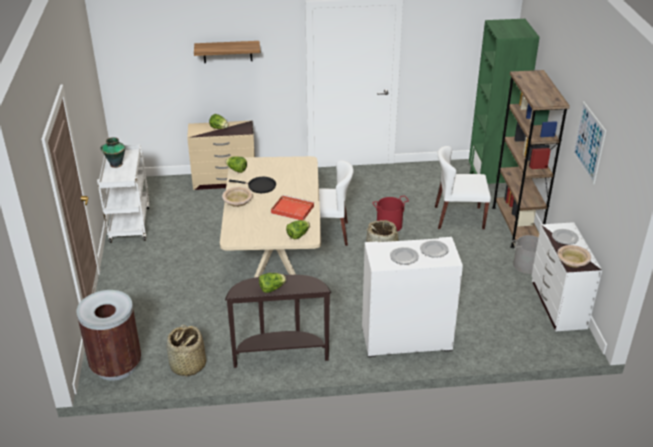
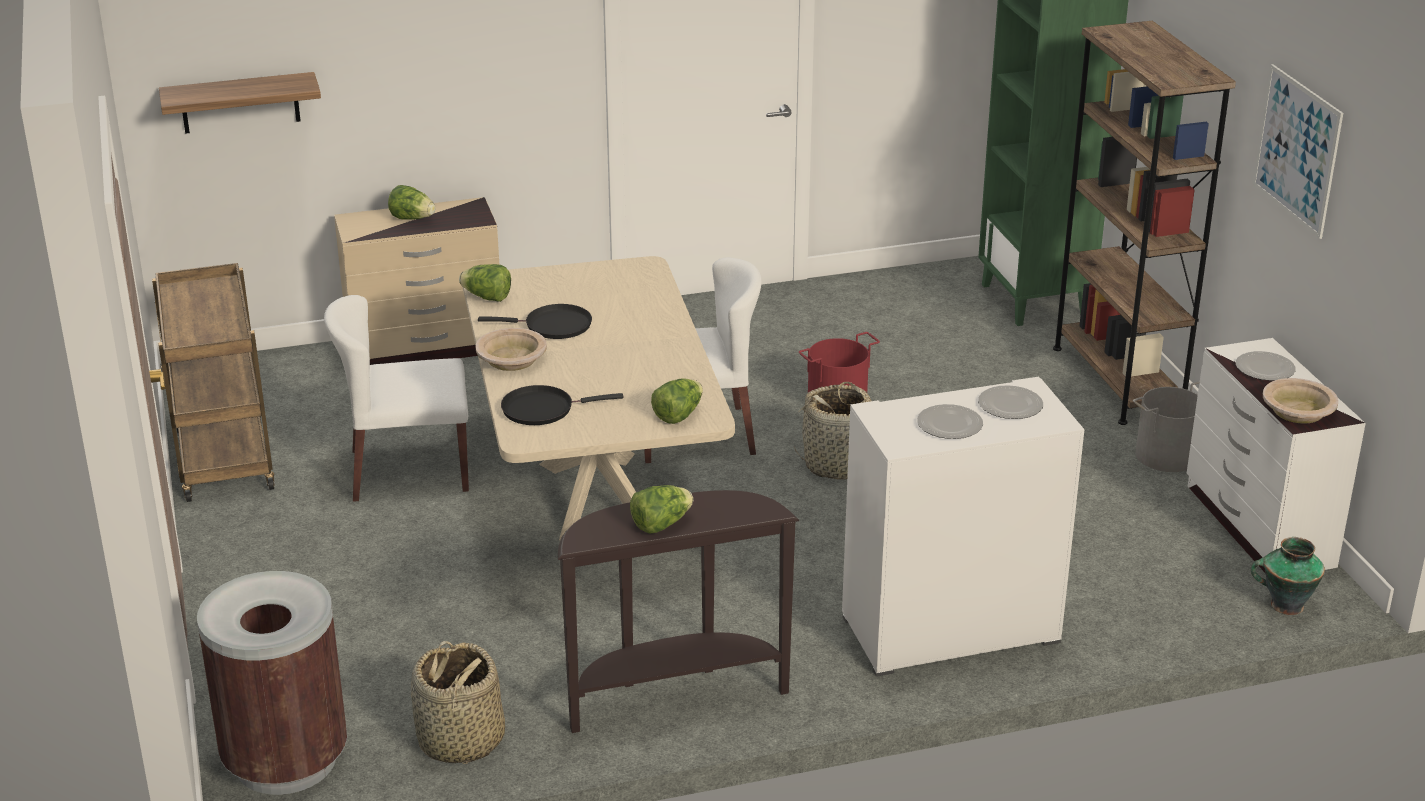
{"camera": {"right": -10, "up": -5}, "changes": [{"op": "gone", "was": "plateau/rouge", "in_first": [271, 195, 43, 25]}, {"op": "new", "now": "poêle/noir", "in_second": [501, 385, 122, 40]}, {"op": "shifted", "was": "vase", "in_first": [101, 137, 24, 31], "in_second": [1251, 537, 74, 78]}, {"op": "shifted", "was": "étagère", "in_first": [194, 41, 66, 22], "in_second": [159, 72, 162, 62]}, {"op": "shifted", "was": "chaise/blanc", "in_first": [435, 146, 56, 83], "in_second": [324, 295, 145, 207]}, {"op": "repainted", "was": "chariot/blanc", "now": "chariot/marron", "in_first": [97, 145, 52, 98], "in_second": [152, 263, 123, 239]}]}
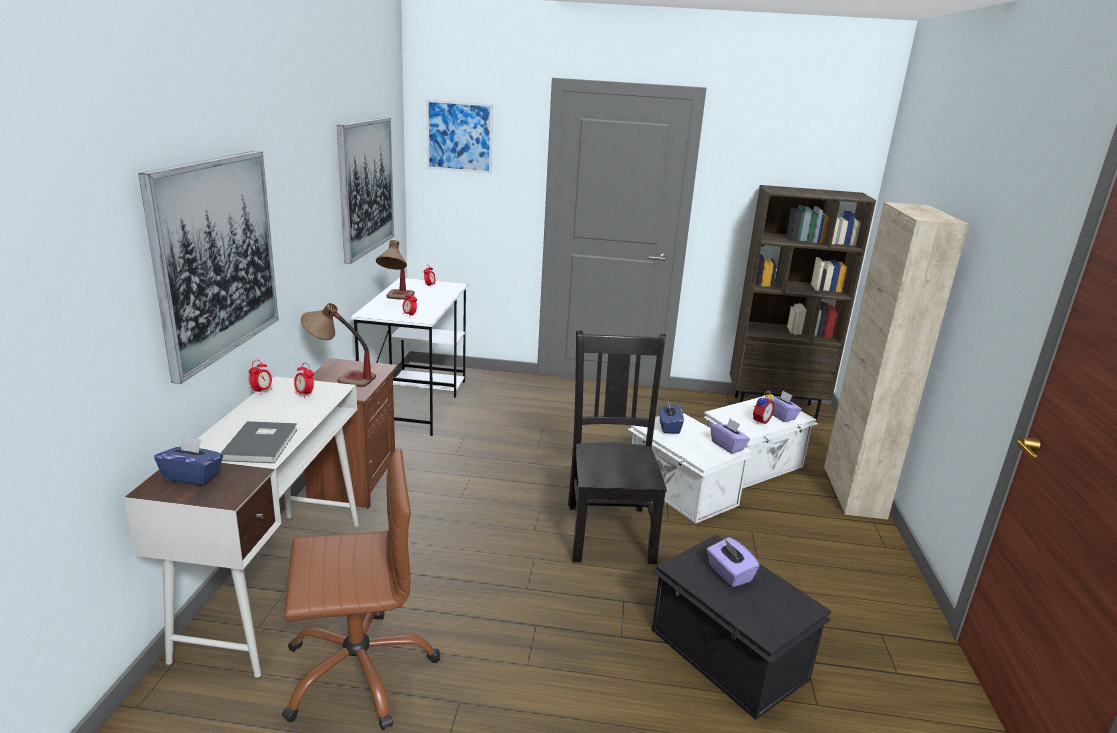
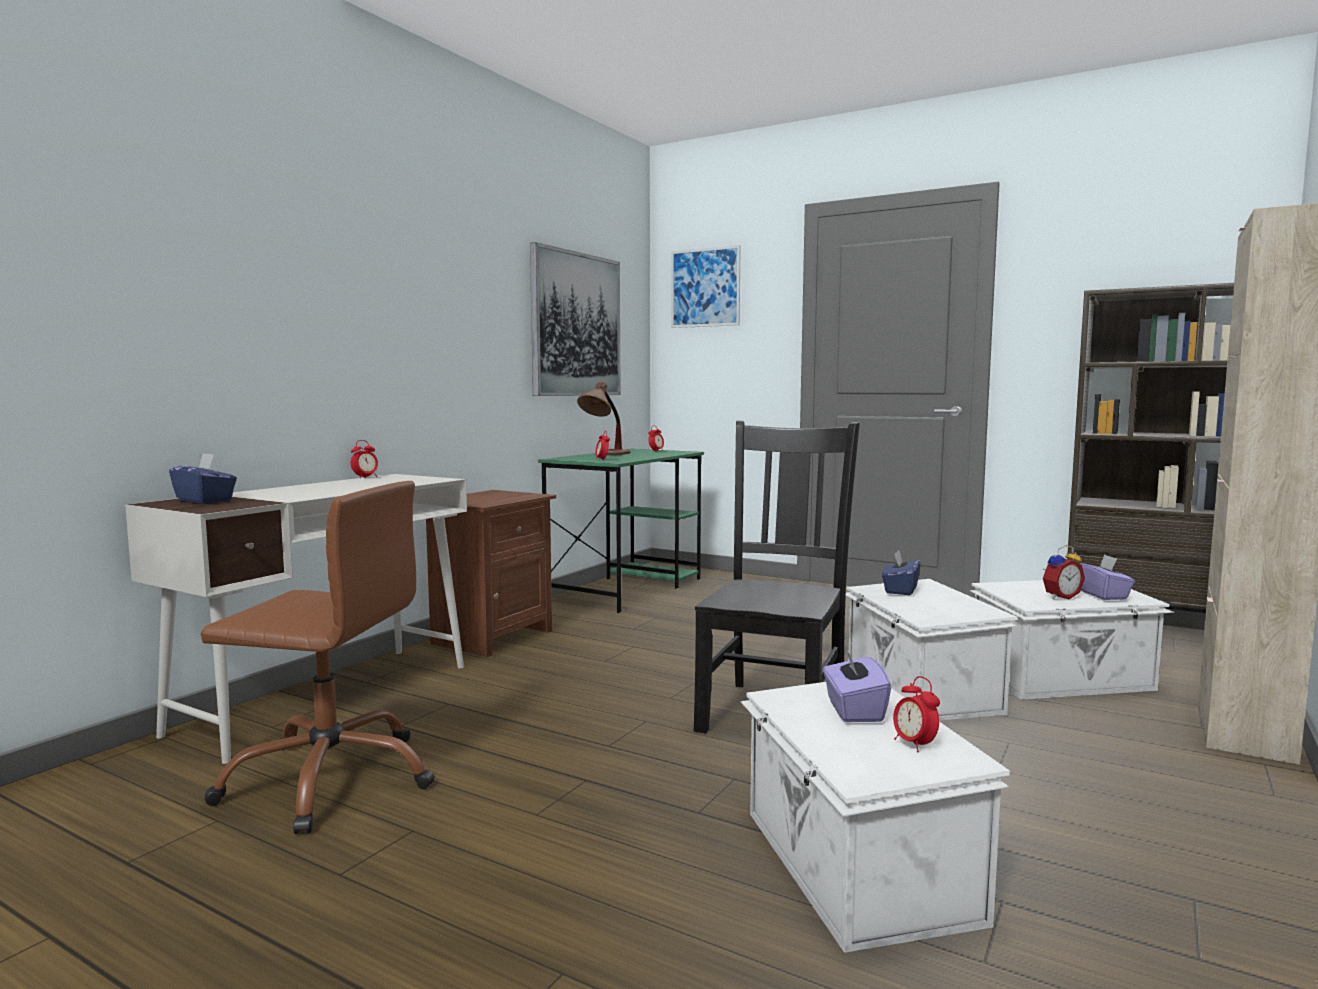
{"camera": {"right": 25, "up": -15}, "changes": [{"op": "gone", "was": "tableau", "in_first": [138, 151, 141, 233]}, {"op": "gone", "was": "livre/gris", "in_first": [221, 421, 76, 42]}, {"op": "gone", "was": "lampe de table", "in_first": [301, 303, 75, 84]}, {"op": "gone", "was": "boîte à mouchoirs/violet", "in_first": [711, 418, 39, 35]}, {"op": "shifted", "was": "réveil", "in_first": [294, 363, 20, 35], "in_second": [893, 676, 47, 76]}, {"op": "repainted", "was": "bureau/blanc", "now": "bureau/vert", "in_first": [351, 278, 117, 158], "in_second": [538, 449, 166, 164]}, {"op": "repainted", "was": "boîte de rangement/noir", "now": "boîte de rangement/blanc", "in_first": [652, 535, 179, 185], "in_second": [741, 682, 269, 271]}]}
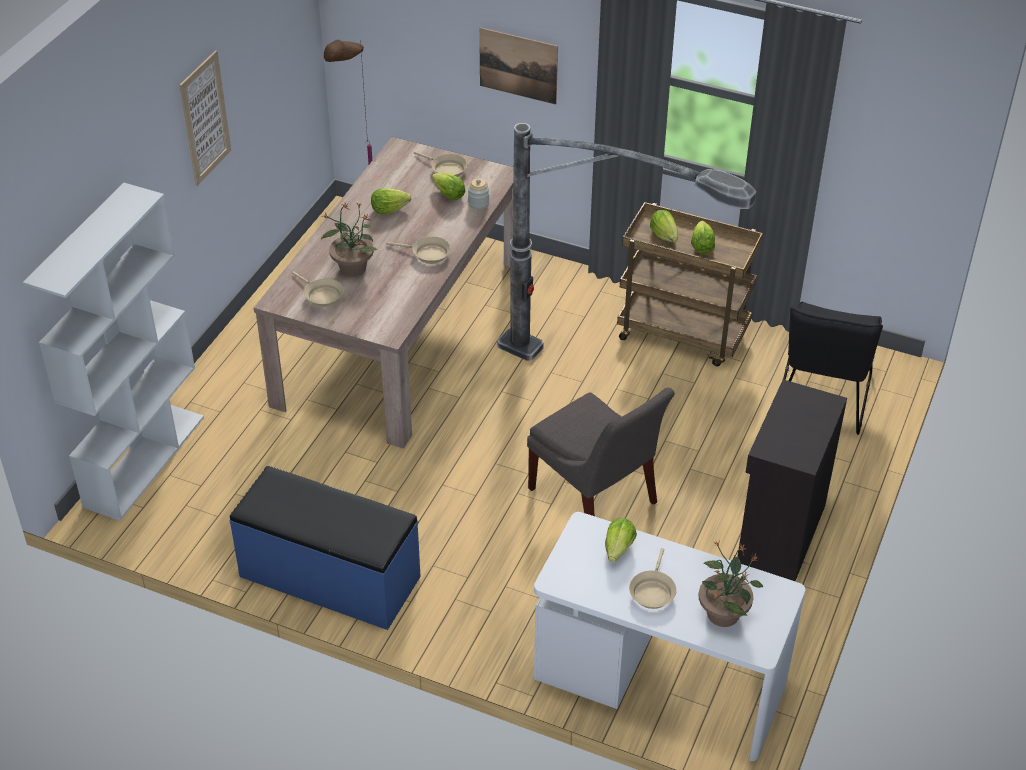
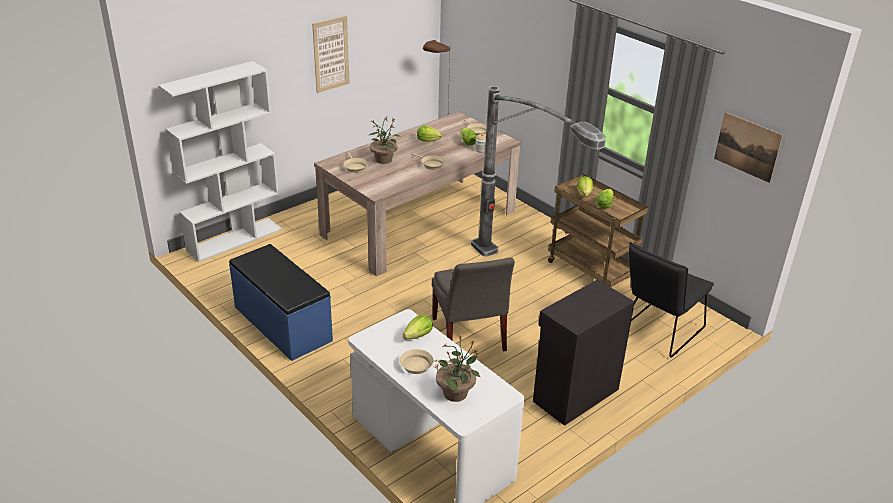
{"camera": {"right": 25, "up": -10}, "changes": [{"op": "shifted", "was": "tableau", "in_first": [479, 27, 79, 78], "in_second": [714, 112, 69, 71]}, {"op": "rotated", "was": "poêle/beige", "in_first": [629, 548, 48, 61], "in_second": [400, 349, 53, 25], "clockwise": 45}]}
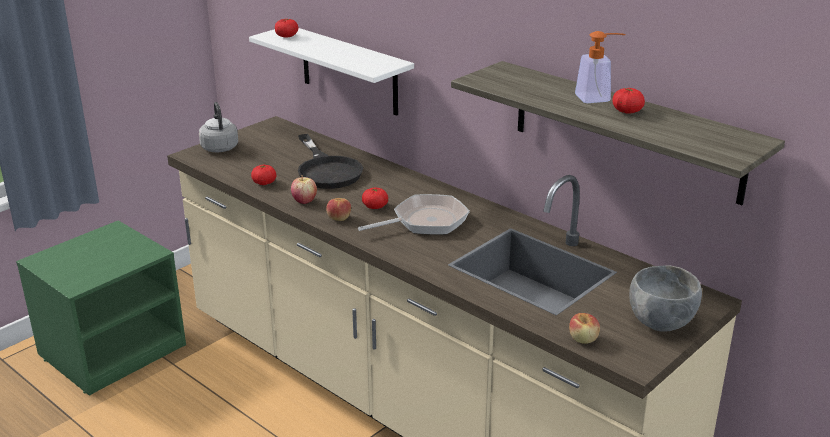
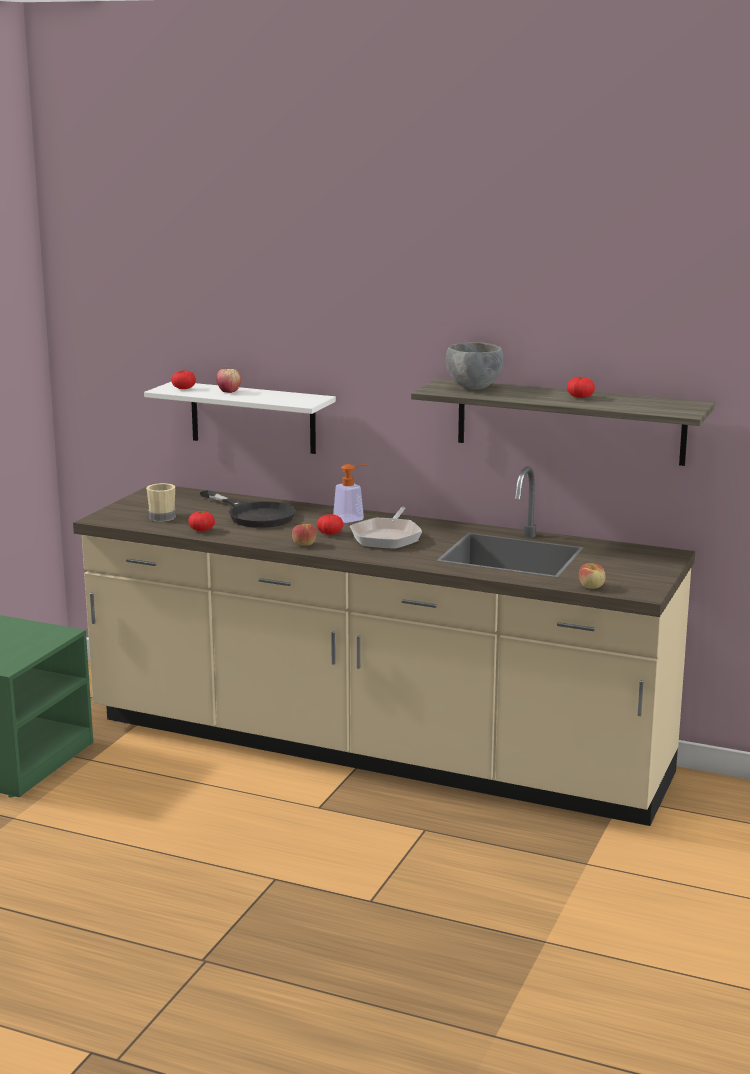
{"camera": {"right": -20, "up": -10}, "changes": [{"op": "gone", "was": "bouilloire/gris", "in_first": [199, 102, 39, 50]}, {"op": "new", "now": "mug/beige", "in_second": [146, 483, 30, 39]}, {"op": "shifted", "was": "pomme", "in_first": [291, 175, 26, 29], "in_second": [216, 366, 25, 27]}, {"op": "shifted", "was": "distributeur de savon", "in_first": [575, 31, 50, 72], "in_second": [333, 464, 35, 59]}, {"op": "shifted", "was": "bol/gris", "in_first": [629, 265, 73, 67], "in_second": [446, 342, 57, 48]}, {"op": "rotated", "was": "poêle", "in_first": [358, 194, 112, 41], "in_second": [350, 507, 72, 42], "clockwise": 150}]}
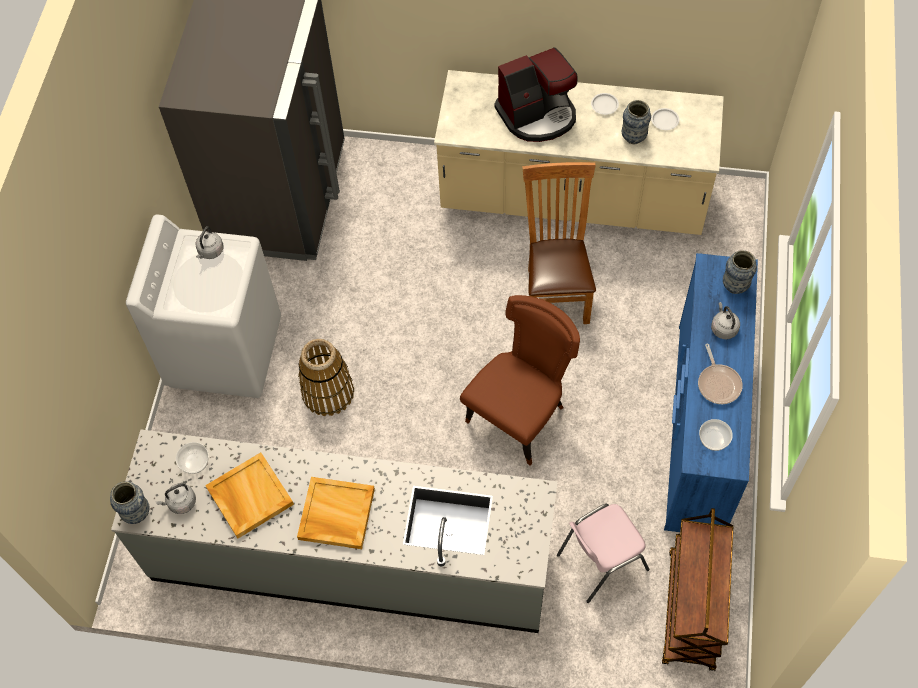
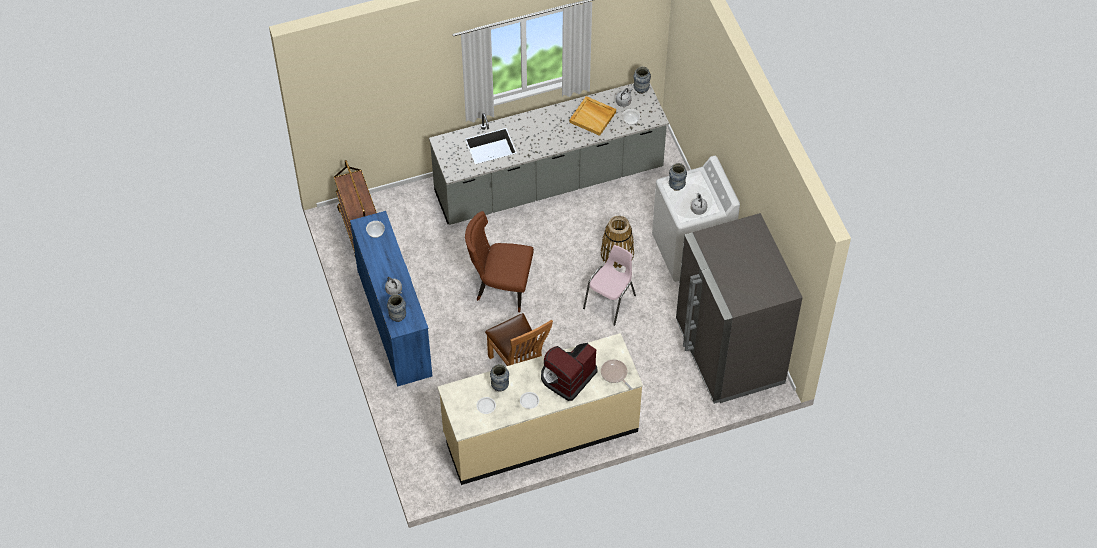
{"camera": {"right": 150, "up": -5}, "changes": [{"op": "gone", "was": "plateau/beige", "in_first": [297, 477, 78, 72]}, {"op": "new", "now": "vase", "in_second": [669, 163, 18, 28]}, {"op": "shifted", "was": "chaise/rose", "in_first": [557, 504, 92, 99], "in_second": [583, 245, 53, 81]}, {"op": "shifted", "was": "poêle", "in_first": [698, 344, 45, 60], "in_second": [601, 360, 32, 30]}, {"op": "rotated", "was": "chaise/marron", "in_first": [460, 295, 120, 171], "in_second": [465, 211, 69, 101], "clockwise": 90}]}
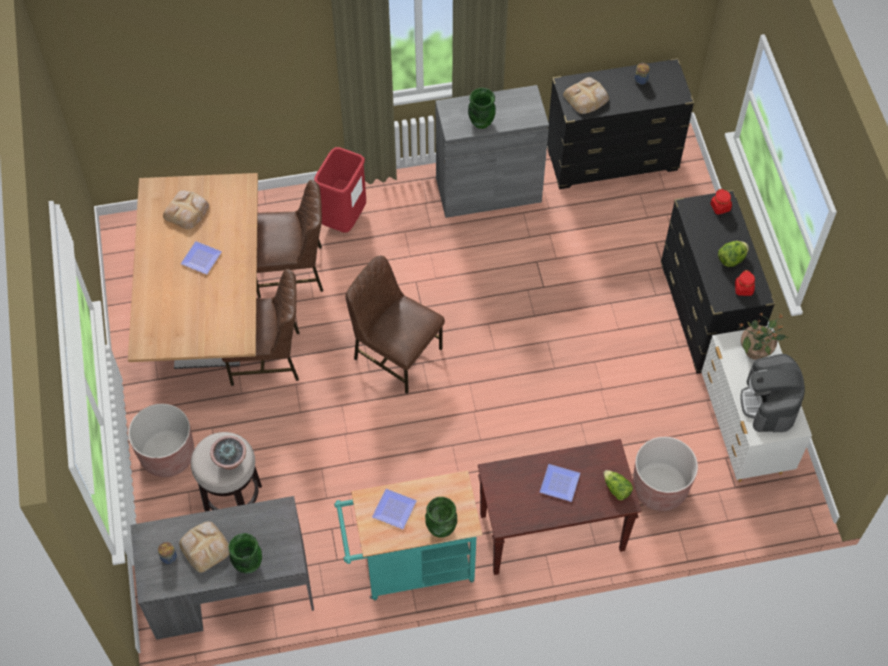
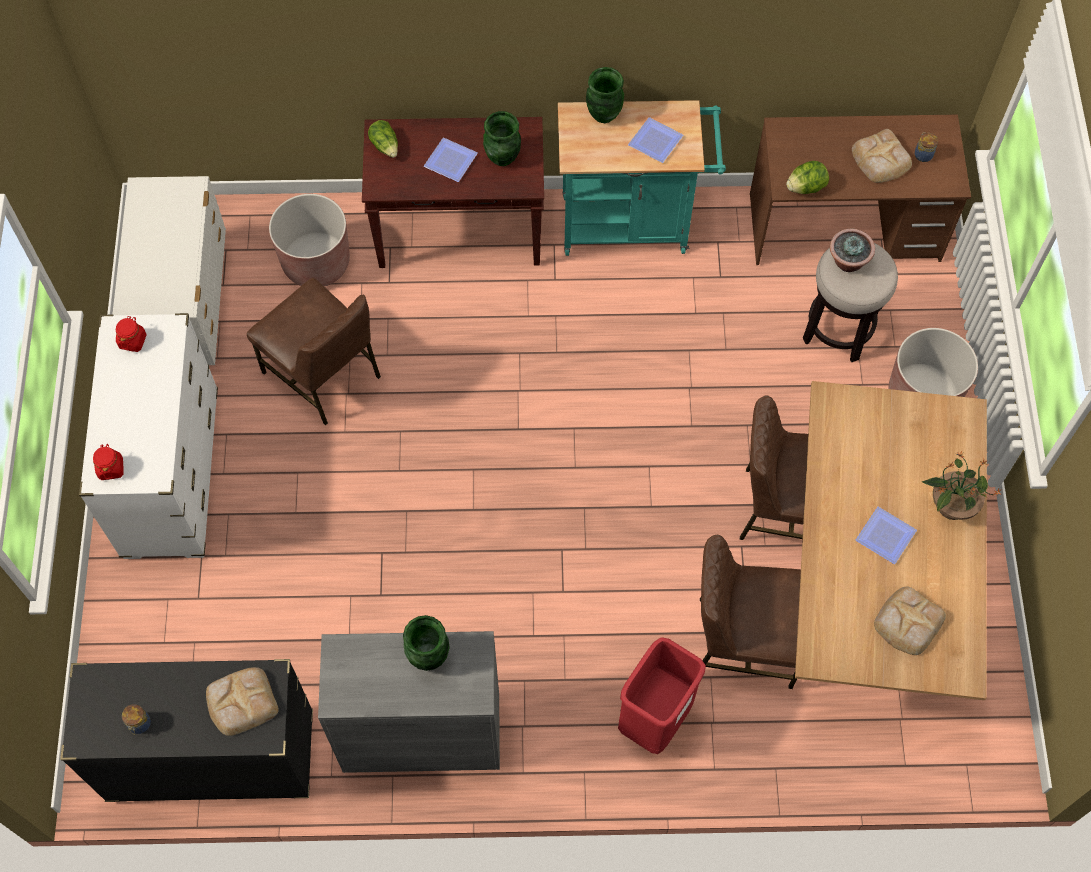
{"camera": {"right": -170, "up": 5}, "changes": [{"op": "gone", "was": "machine à café", "in_first": [740, 354, 65, 78]}, {"op": "shifted", "was": "vase/vert", "in_first": [228, 533, 34, 41], "in_second": [483, 111, 38, 55]}, {"op": "shifted", "was": "chaise/marron", "in_first": [346, 256, 99, 138], "in_second": [247, 278, 134, 147]}, {"op": "shifted", "was": "laitue", "in_first": [718, 241, 31, 26], "in_second": [786, 161, 43, 33]}, {"op": "shifted", "was": "plante en pot", "in_first": [739, 312, 49, 48], "in_second": [922, 451, 80, 69]}, {"op": "repainted", "was": "bureau/gris", "now": "bureau/marron", "in_first": [130, 496, 184, 144], "in_second": [750, 114, 221, 151]}, {"op": "repainted", "was": "commode/noir", "now": "commode/blanc", "in_first": [661, 190, 114, 184], "in_second": [79, 313, 139, 246]}]}
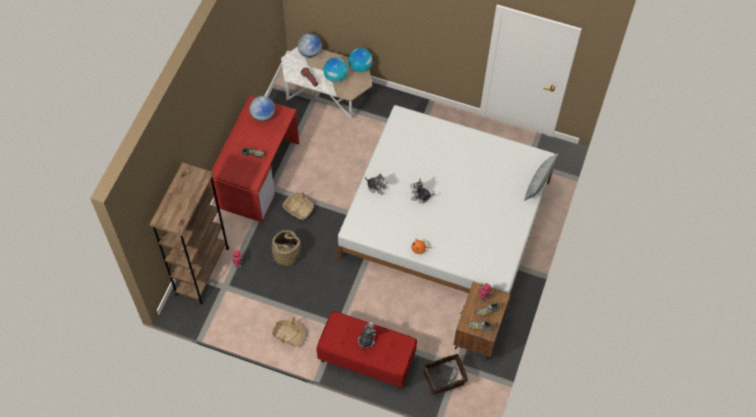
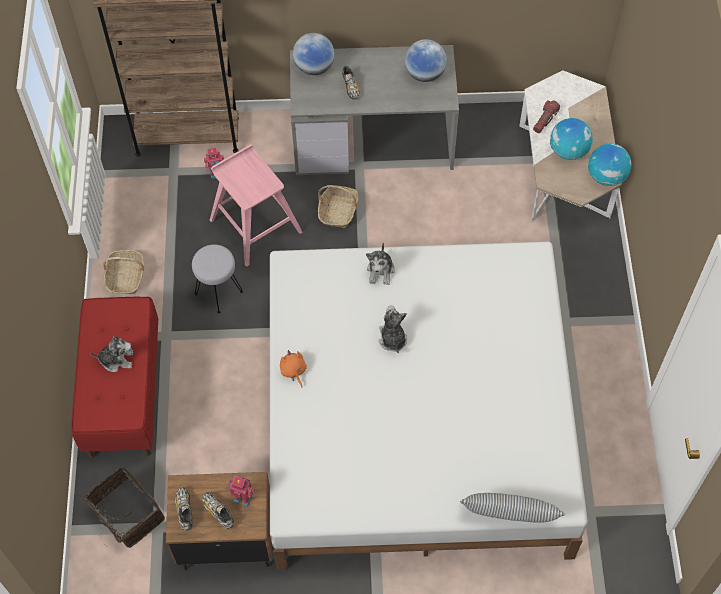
{"camera": {"right": 70, "up": 0}, "changes": [{"op": "new", "now": "tabouret/gris", "in_second": [192, 244, 51, 70]}, {"op": "shifted", "was": "globe", "in_first": [298, 33, 24, 25], "in_second": [293, 33, 42, 42]}, {"op": "swapped", "was": "panier", "now": "tabouret/rose", "in_first": [269, 230, 32, 36], "in_second": [210, 144, 93, 123]}, {"op": "repainted", "was": "bureau/rouge", "now": "bureau/gris", "in_first": [210, 96, 89, 126], "in_second": [290, 45, 169, 130]}]}
